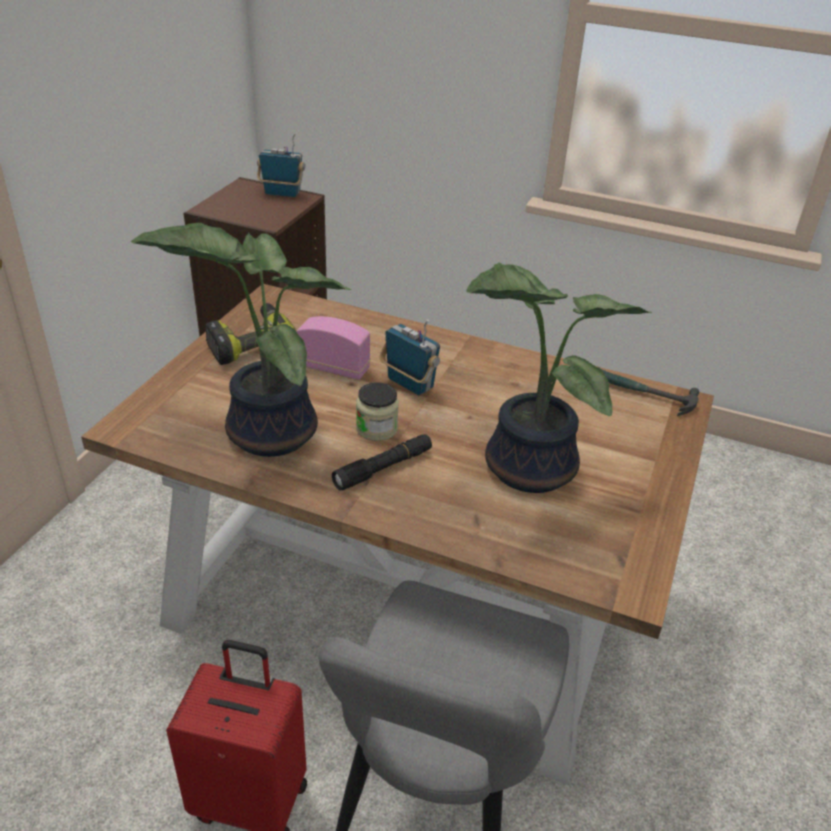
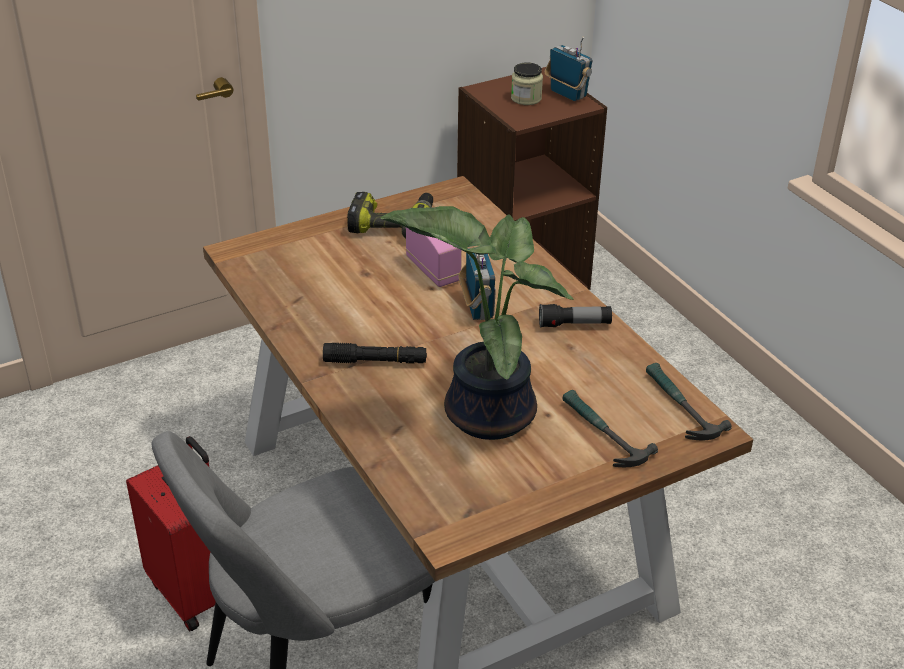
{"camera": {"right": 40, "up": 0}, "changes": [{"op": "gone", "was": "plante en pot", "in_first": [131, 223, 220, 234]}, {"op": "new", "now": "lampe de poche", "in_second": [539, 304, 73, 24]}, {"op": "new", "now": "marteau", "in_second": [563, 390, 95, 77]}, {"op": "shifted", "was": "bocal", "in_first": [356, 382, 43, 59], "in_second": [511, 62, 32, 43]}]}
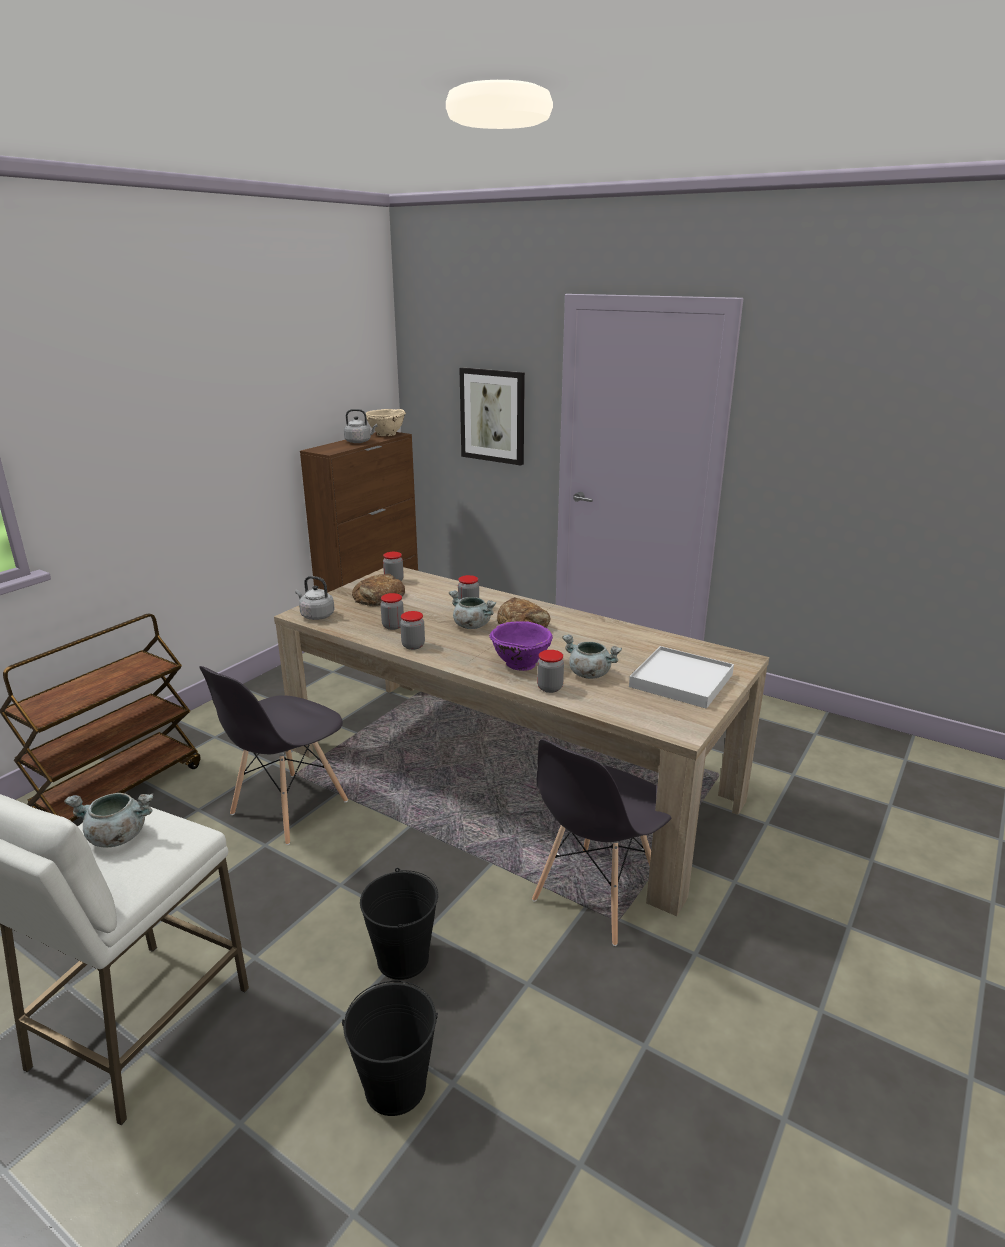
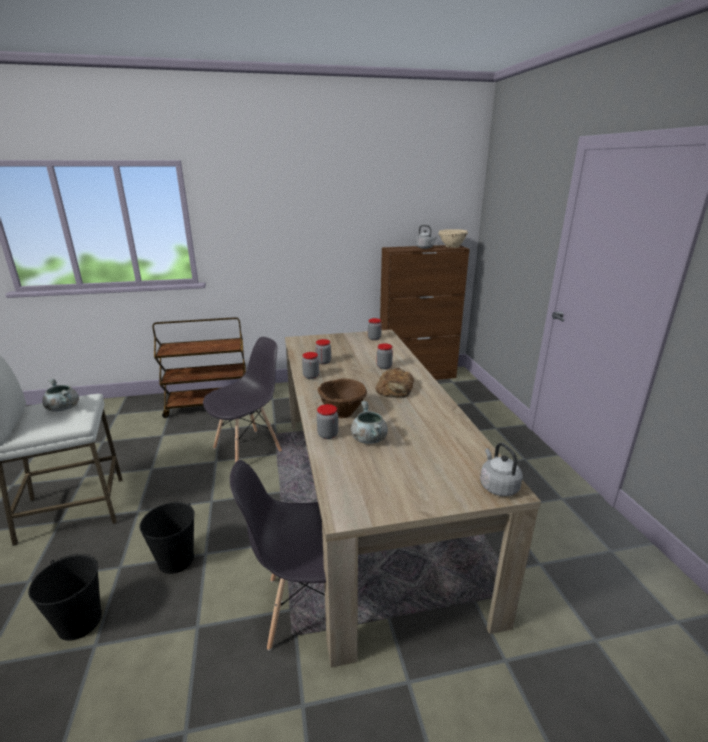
{"camera": {"right": 45, "up": 0}, "changes": [{"op": "gone", "was": "pain", "in_first": [352, 574, 53, 32]}, {"op": "gone", "was": "marmite/gris", "in_first": [449, 590, 48, 39]}, {"op": "gone", "was": "tableau", "in_first": [459, 368, 66, 97]}, {"op": "gone", "was": "plateau/blanc", "in_first": [629, 646, 105, 63]}, {"op": "shifted", "was": "bouilloire/gris", "in_first": [295, 576, 40, 44], "in_second": [480, 443, 43, 53]}, {"op": "repainted", "was": "bol/violet", "now": "bol/marron", "in_first": [489, 621, 64, 50], "in_second": [318, 378, 49, 40]}, {"op": "rotated", "was": "chaise/gris", "in_first": [200, 666, 148, 179], "in_second": [203, 337, 79, 126], "clockwise": 150}]}
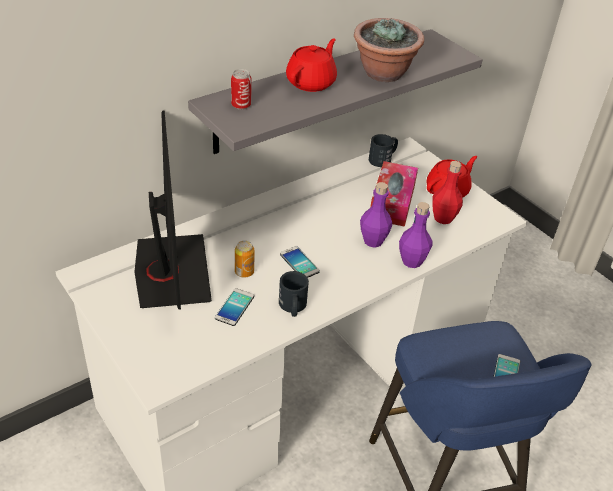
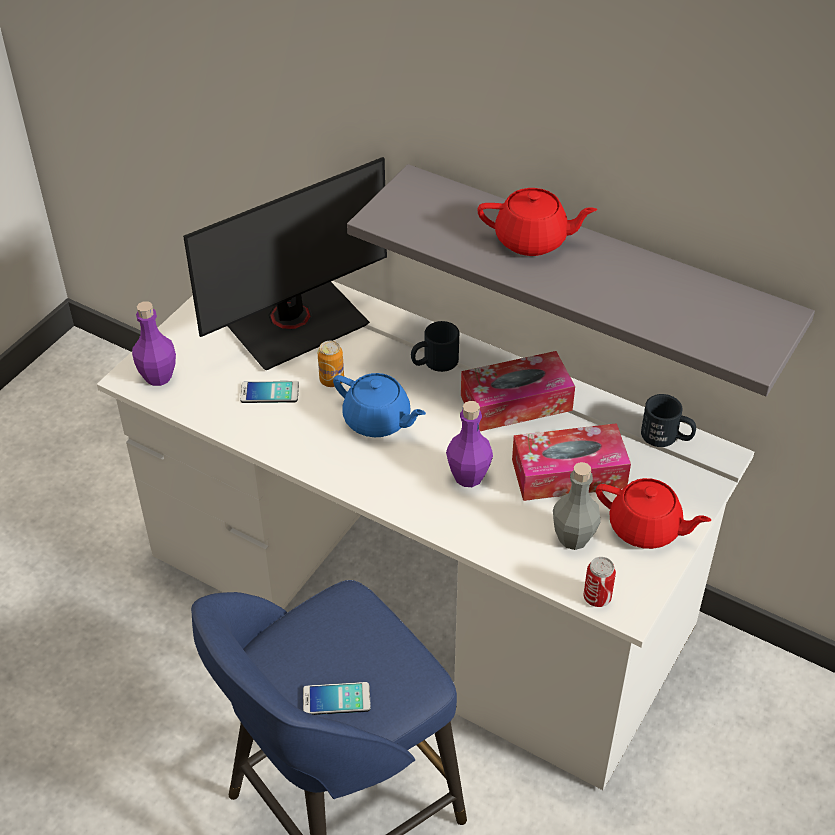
{"camera": {"right": 70, "up": 5}, "changes": [{"op": "gone", "was": "plante en pot", "in_first": [354, 18, 70, 64]}, {"op": "new", "now": "boîte à mouchoirs", "in_second": [461, 351, 114, 80]}, {"op": "shifted", "was": "boîte métallique", "in_first": [231, 69, 21, 41], "in_second": [583, 557, 33, 50]}, {"op": "shifted", "was": "mug/noir", "in_first": [279, 271, 30, 46], "in_second": [411, 321, 48, 51]}, {"op": "shifted", "was": "bouteille/violet", "in_first": [399, 202, 33, 66], "in_second": [132, 301, 44, 85]}, {"op": "swapped", "was": "téléphone", "now": "théière/bleu", "in_first": [280, 246, 40, 32], "in_second": [333, 373, 93, 64]}, {"op": "repainted", "was": "bouteille/rouge", "now": "bouteille/gris", "in_first": [432, 161, 31, 63], "in_second": [553, 462, 48, 88]}]}
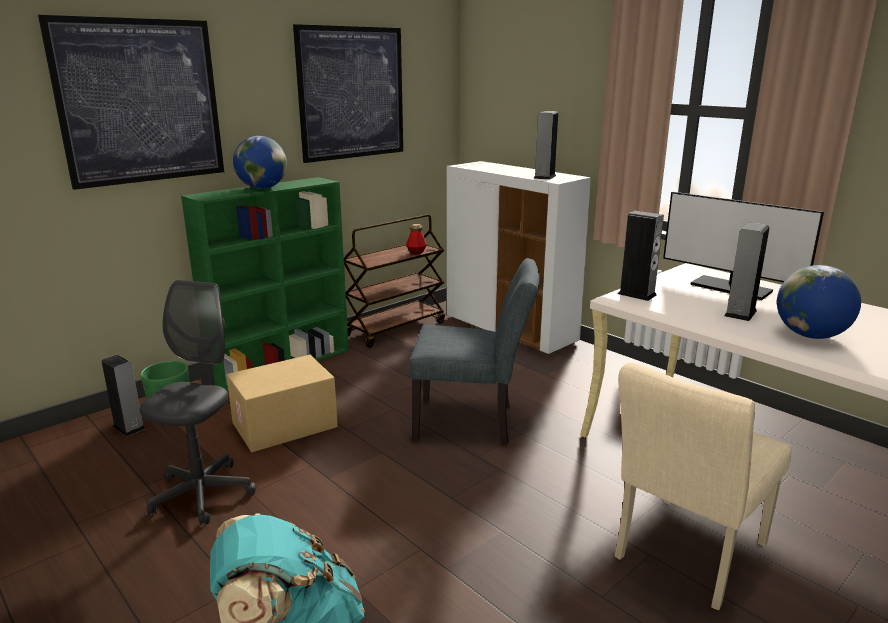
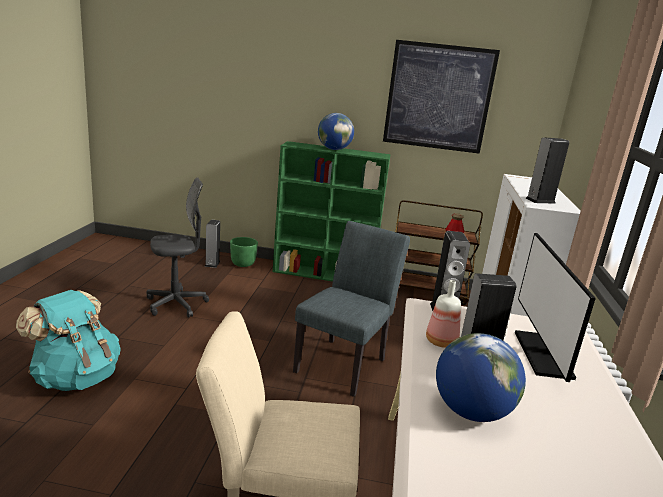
{"camera": {"right": 50, "up": 0}, "changes": [{"op": "gone", "was": "tableau", "in_first": [38, 15, 186, 175]}, {"op": "gone", "was": "carton", "in_first": [226, 355, 112, 97]}, {"op": "new", "now": "bouteille", "in_second": [426, 280, 35, 68]}, {"op": "rotated", "was": "chaise/gris", "in_first": [409, 258, 130, 187], "in_second": [293, 221, 117, 176], "clockwise": -120}]}
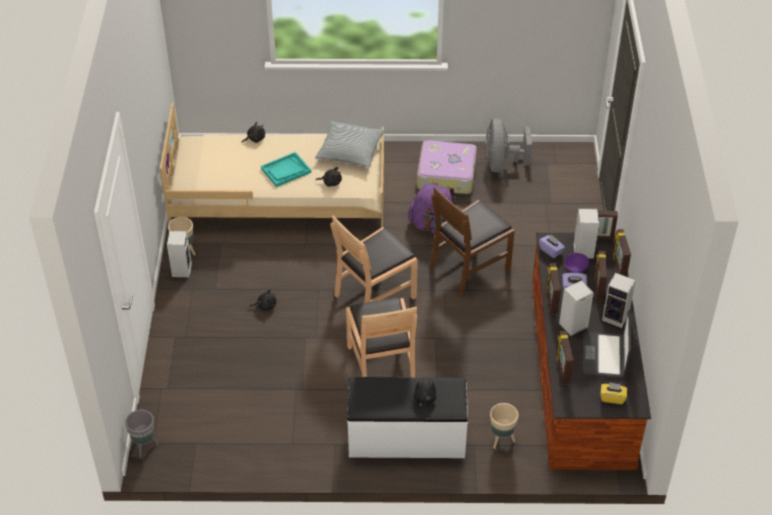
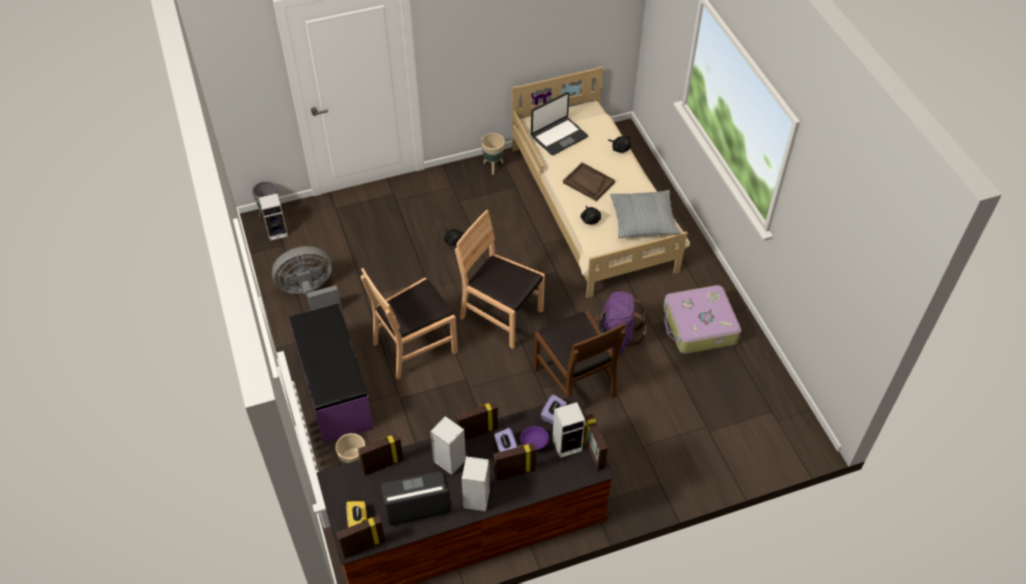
{"camera": {"right": 70, "up": 5}, "changes": [{"op": "gone", "was": "peluche/noir", "in_first": [413, 379, 23, 34]}, {"op": "new", "now": "ordinateur portable", "in_second": [531, 92, 57, 63]}, {"op": "shifted", "was": "enceinte", "in_first": [167, 231, 25, 46], "in_second": [259, 193, 29, 48]}, {"op": "shifted", "was": "ventilateur/gris", "in_first": [485, 118, 47, 55], "in_second": [272, 246, 70, 65]}, {"op": "shifted", "was": "cadre photo", "in_first": [613, 229, 18, 48], "in_second": [336, 515, 49, 44]}, {"op": "repainted", "was": "plateau/turquoise", "now": "plateau/marron", "in_first": [261, 152, 50, 35], "in_second": [563, 162, 52, 39]}, {"op": "repainted", "was": "banc/blanc", "now": "banc/violet", "in_first": [347, 377, 121, 81], "in_second": [289, 304, 85, 139]}, {"op": "rotated", "was": "chaise/marron", "in_first": [430, 187, 85, 108], "in_second": [533, 311, 93, 88], "clockwise": -150}]}
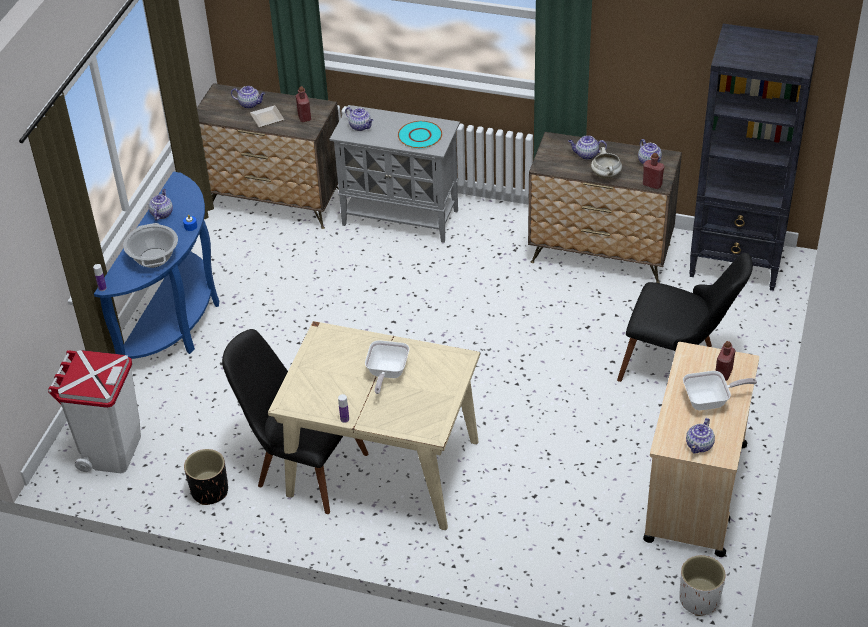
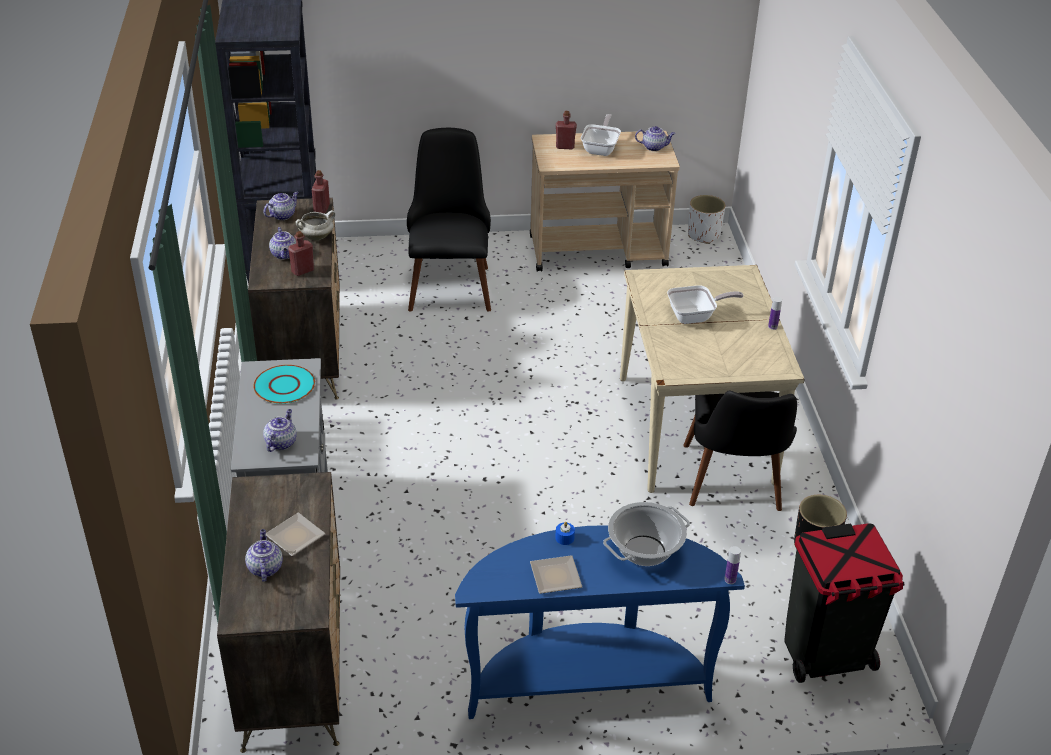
{"camera": {"right": -115, "up": -5}, "changes": [{"op": "shifted", "was": "bouteille/rouge", "in_first": [296, 86, 15, 36], "in_second": [288, 231, 26, 45]}, {"op": "swapped", "was": "théière", "now": "assiette", "in_first": [149, 189, 24, 31], "in_second": [530, 555, 52, 39]}, {"op": "repainted", "was": "poubelle/blanc", "now": "poubelle/noir", "in_first": [48, 350, 93, 123], "in_second": [784, 523, 121, 160]}, {"op": "rotated", "was": "poêle", "in_first": [683, 371, 74, 39], "in_second": [581, 114, 40, 42], "clockwise": 45}]}
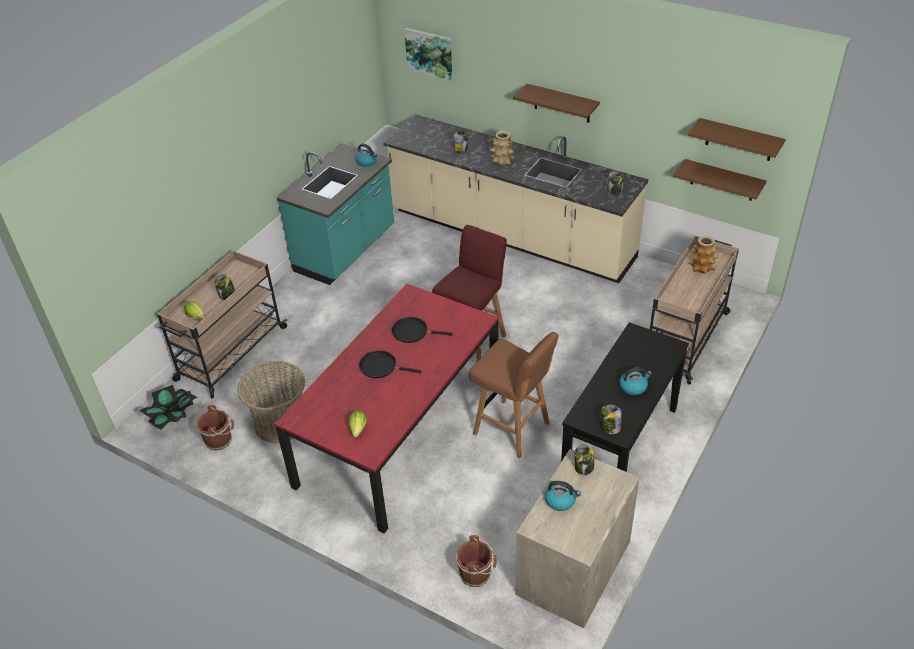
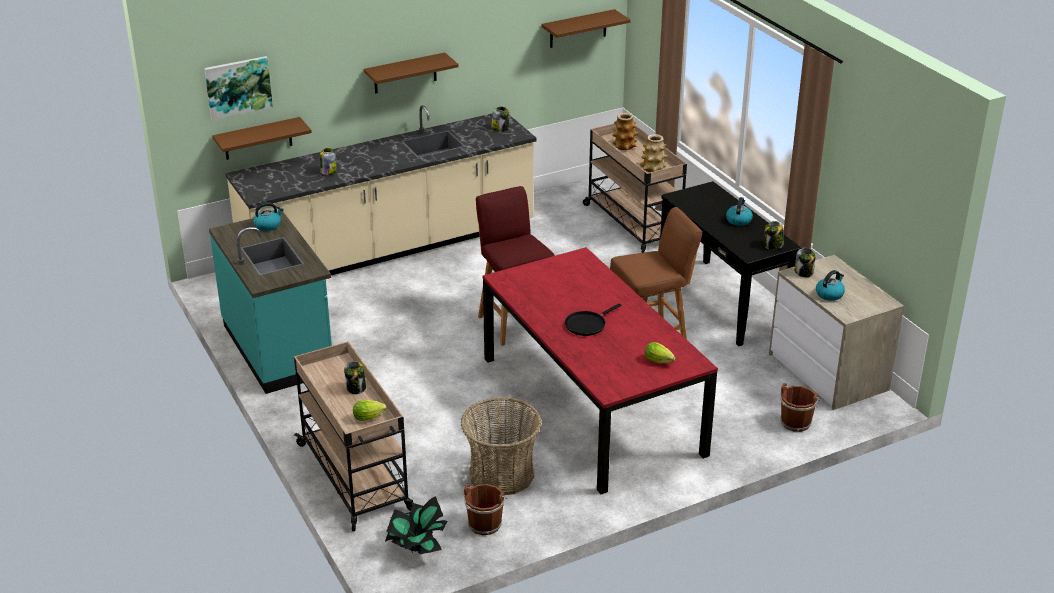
{"camera": {"right": -60, "up": -10}, "changes": [{"op": "gone", "was": "poêle/noir", "in_first": [392, 317, 61, 26]}, {"op": "shifted", "was": "vase", "in_first": [490, 131, 25, 35], "in_second": [640, 134, 28, 38]}, {"op": "shifted", "was": "étagère/marron", "in_first": [673, 159, 93, 42], "in_second": [212, 117, 100, 43]}]}
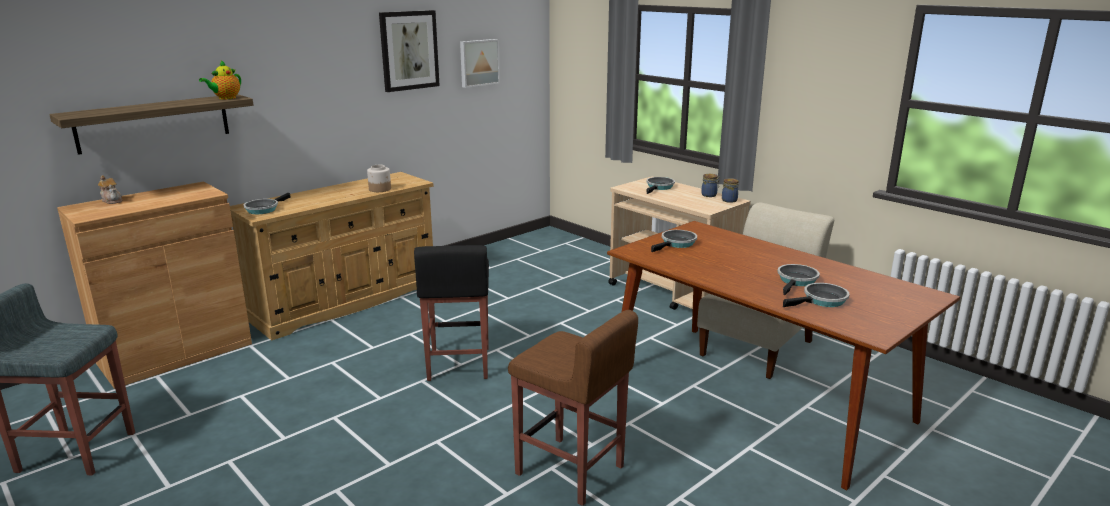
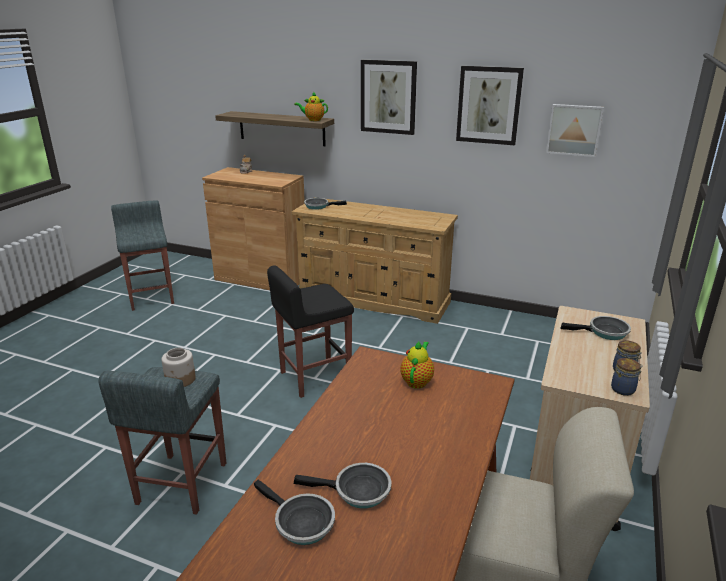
{"camera": {"right": 65, "up": 5}, "changes": [{"op": "new", "now": "tableau", "in_second": [361, 60, 56, 75]}, {"op": "shifted", "was": "bocal", "in_first": [367, 165, 24, 27], "in_second": [161, 348, 35, 39]}, {"op": "swapped", "was": "poêle", "now": "théière", "in_first": [651, 230, 46, 22], "in_second": [400, 342, 34, 47]}, {"op": "repainted", "was": "tabouret/marron", "now": "tabouret/gris", "in_first": [508, 310, 130, 196], "in_second": [98, 367, 129, 147]}]}
